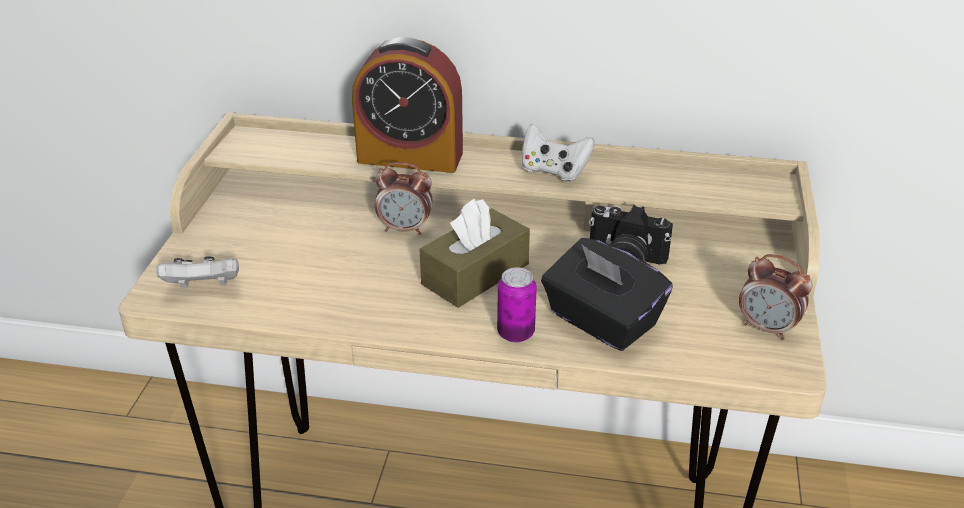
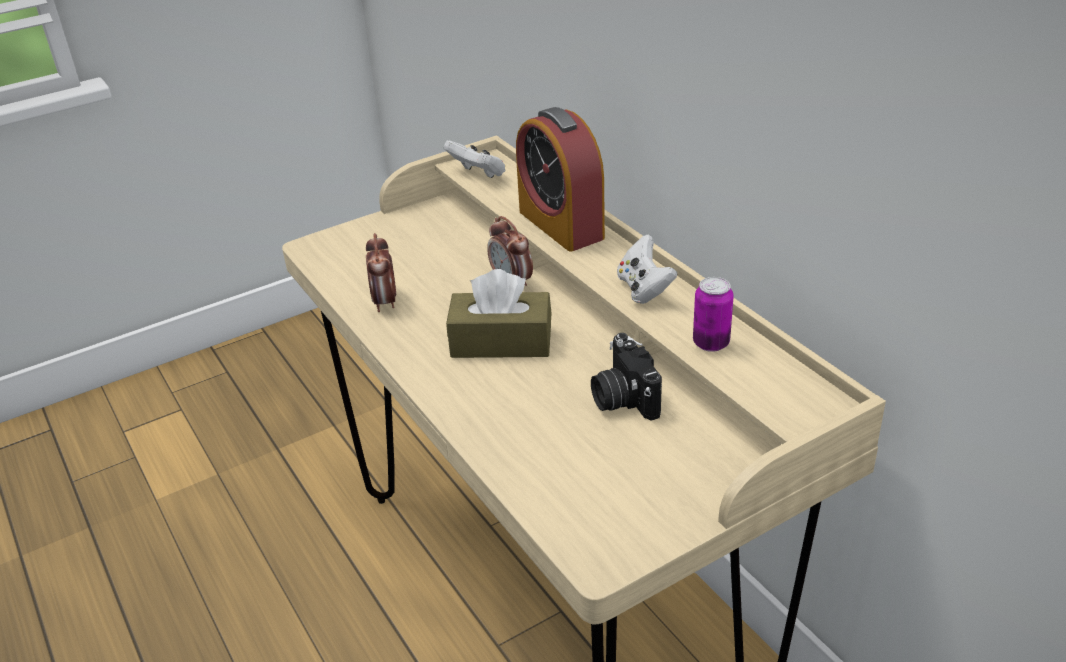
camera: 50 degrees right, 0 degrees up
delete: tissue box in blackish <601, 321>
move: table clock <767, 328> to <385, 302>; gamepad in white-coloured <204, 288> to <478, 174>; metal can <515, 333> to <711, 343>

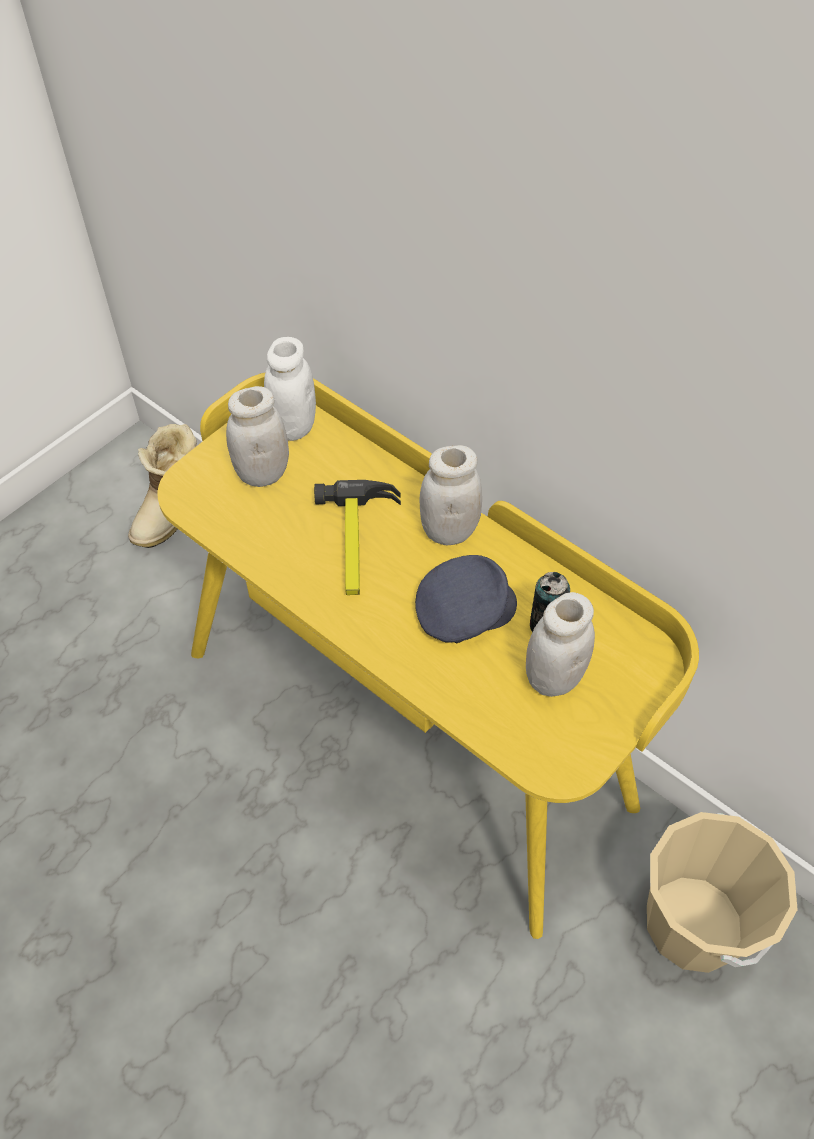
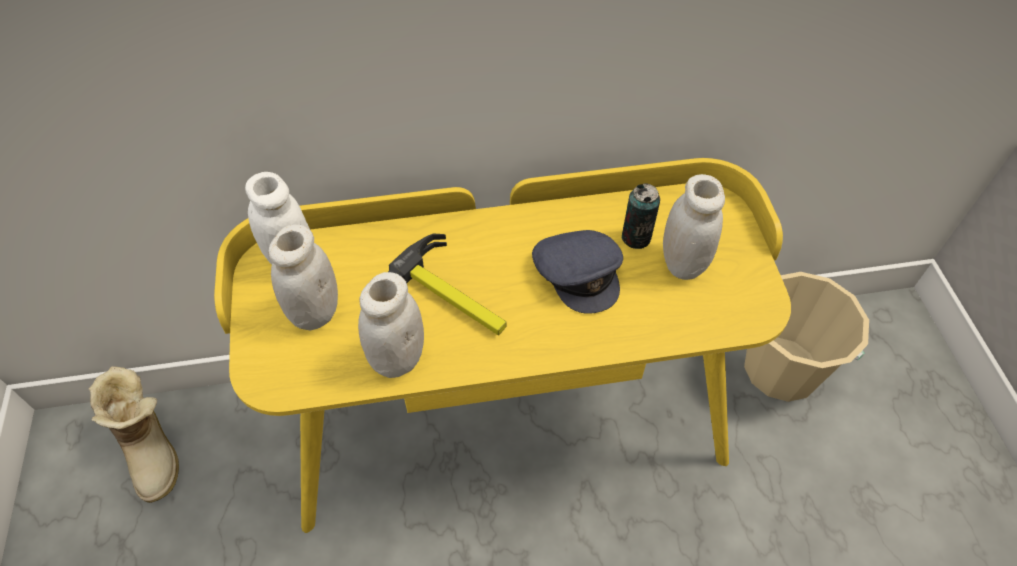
camera: 50 degrees left, 0 degrees up
move: storage jar in white-coloured <449, 531> to <397, 358>
rotate: baseball cap in gray <463, 609> = <578, 273> 135 degrees clockwise

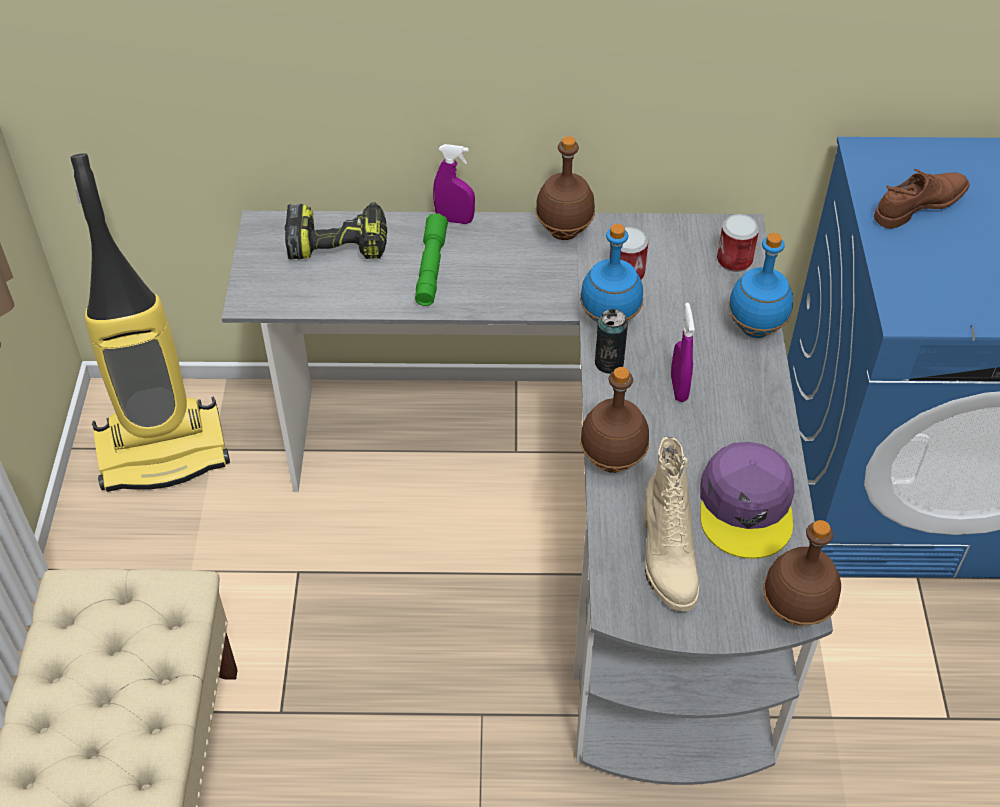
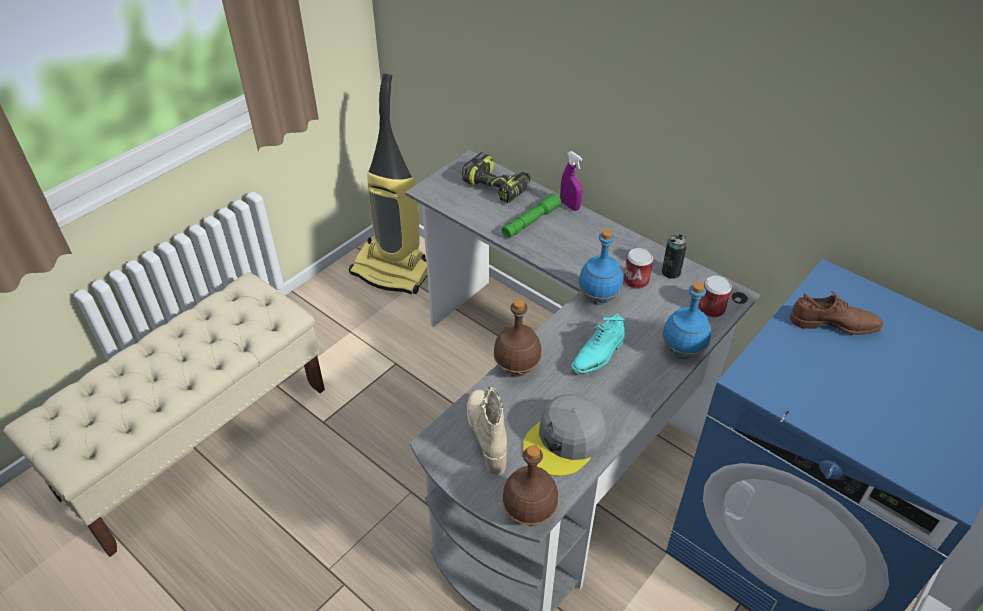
camera: 40 degrees right, 5 degrees down
delete: drink bottle in brownish <564, 231>
move: metal can <609, 363> to <671, 272>
replace: sprayer in purple <679, 388> to shoe in turquoise-coloured <598, 355>
recolor: baseball cap in purple <746, 506> to baseball cap in gray <565, 440>
rotate: tall boot in beige-coloured <666, 558> = <488, 436> 135 degrees clockwise

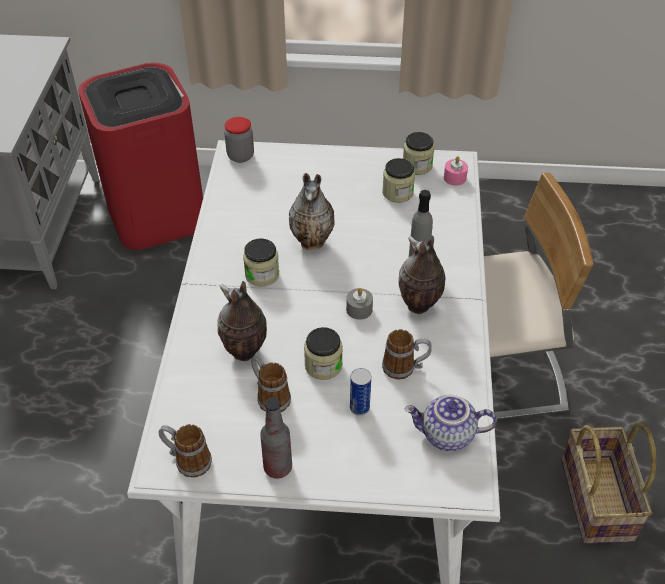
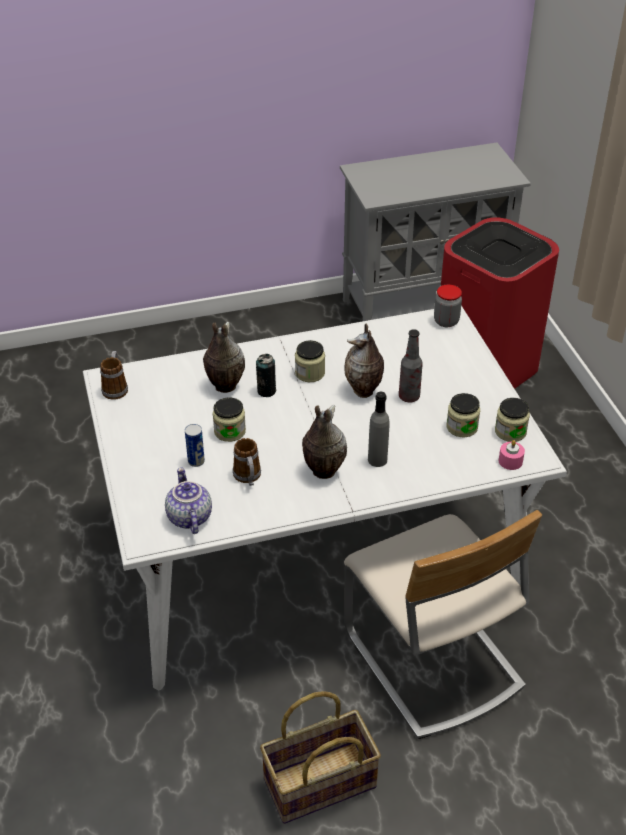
camera: 70 degrees right, 5 degrees down
delete: wax candle in gray <359, 309>; tea mug <269, 396>
insert: metal can <266, 391>
move: drink bottle <278, 467> to <409, 397>

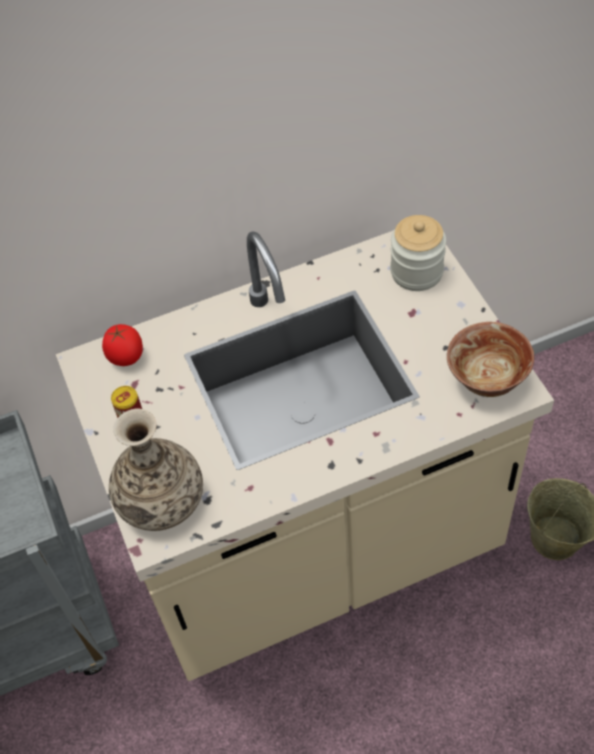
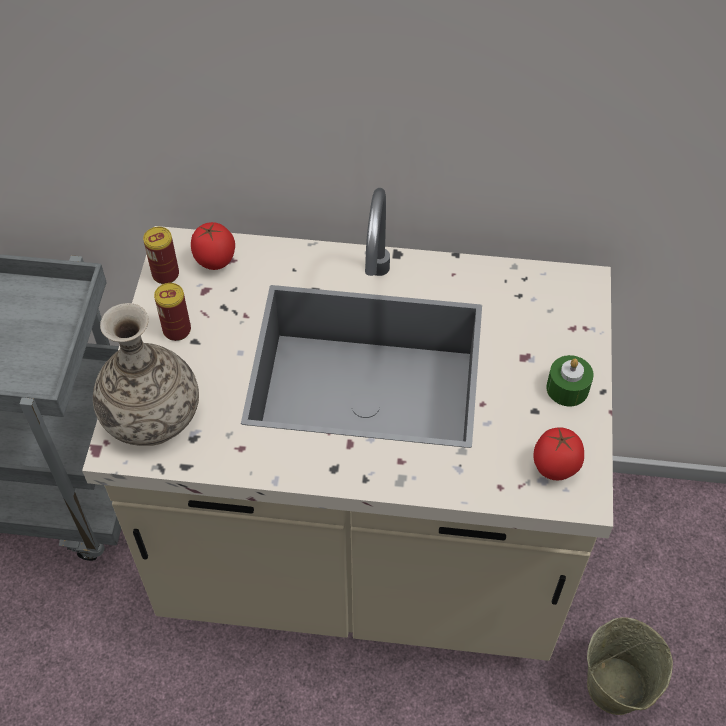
camera: 25 degrees right, 0 degrees up
delete: storage jar <416, 272>
insert: metal can <165, 274>; wax candle in greenish <567, 388>
replace: deep dish <487, 380> to whole tomato <554, 467>

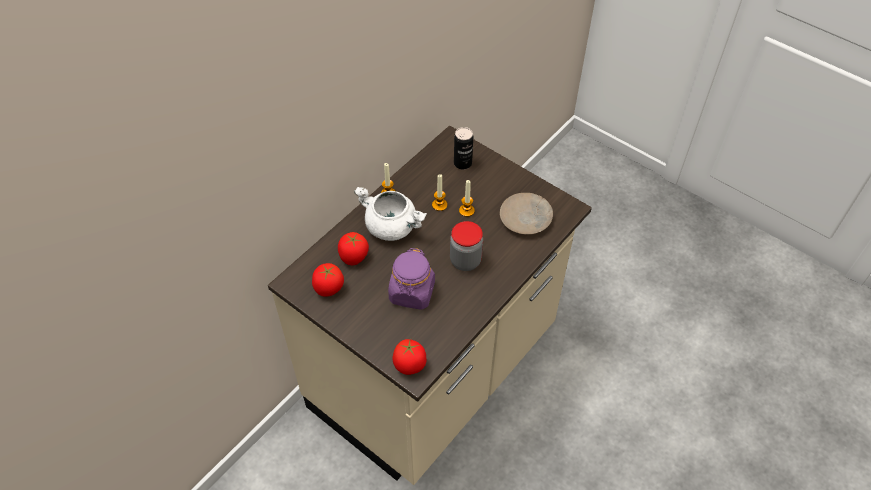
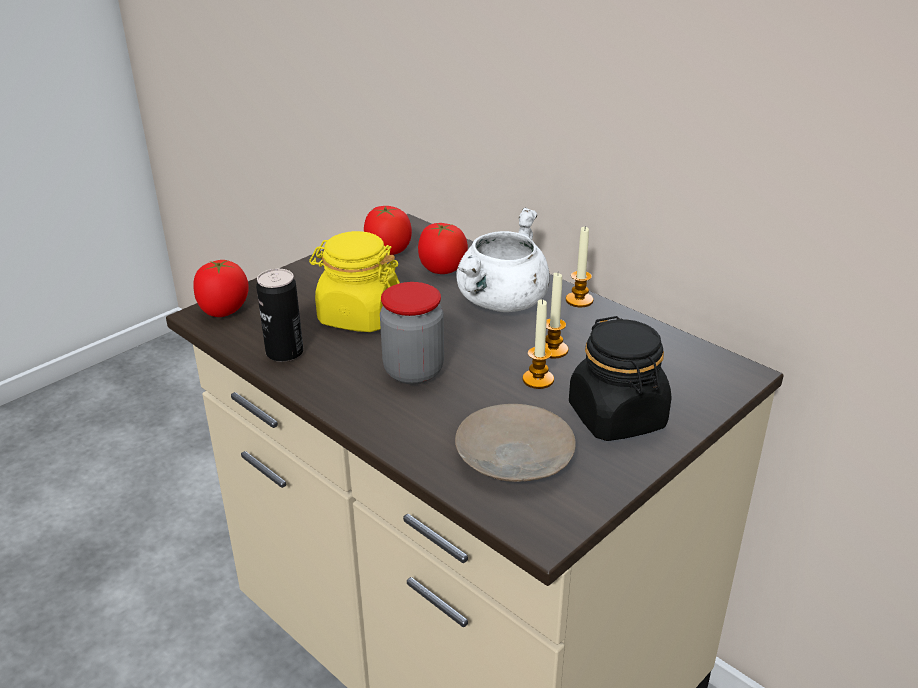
camera: 95 degrees right, 20 degrees down
insert: storage jar in blackish <617, 417>
move: metal can <462, 163> to <284, 353>
recolor: storage jar in purple <412, 293> to storage jar in yellow-coloured <358, 316>

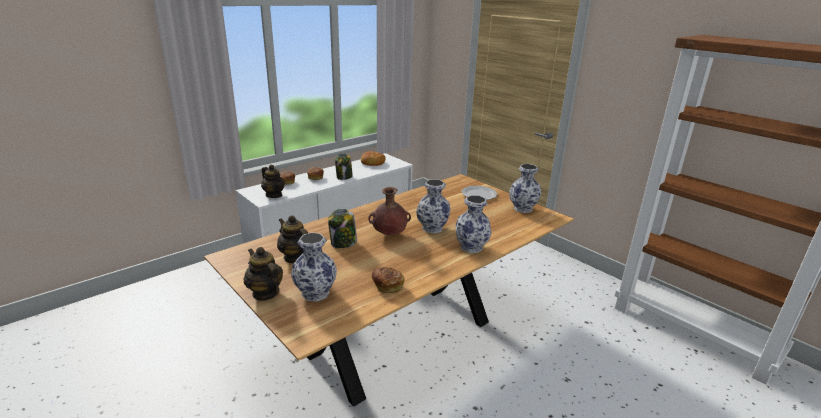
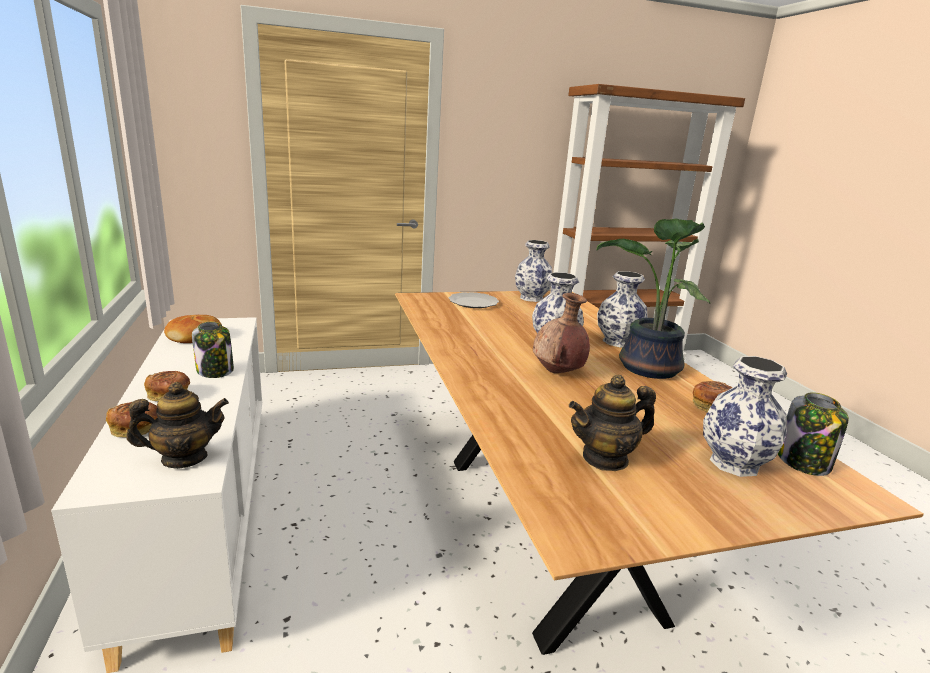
camera: 65 degrees left, 5 degrees down
delete: pot for tea <265, 293>
insert: houseplant <646, 369>
move: storage jar <343, 243> to <804, 462>

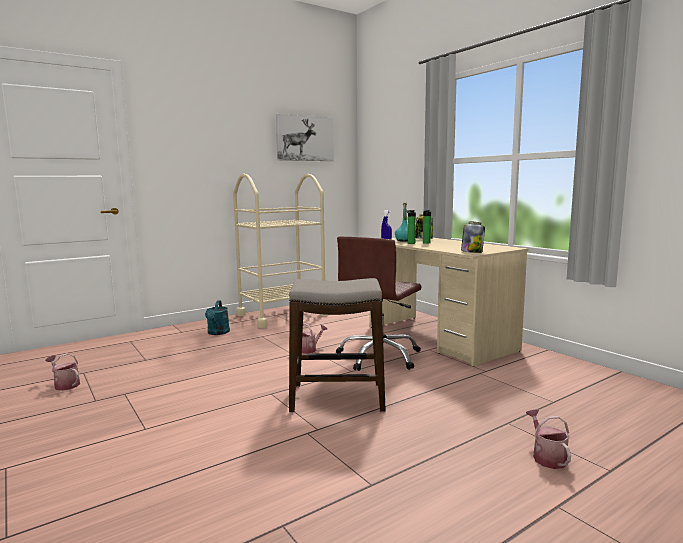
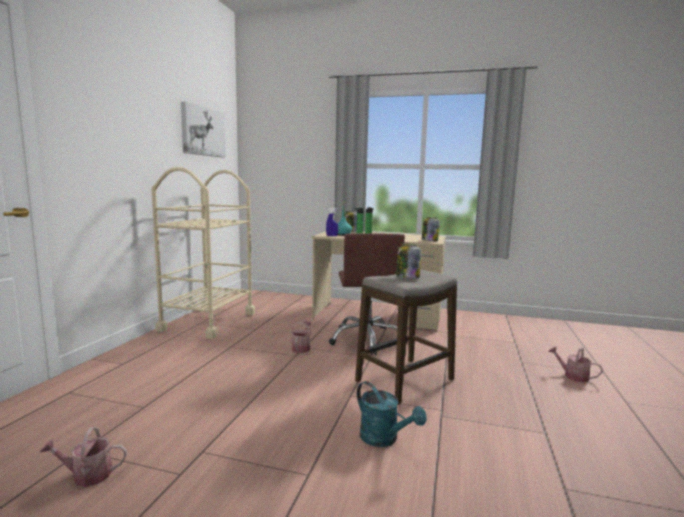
camera: 40 degrees left, 0 degrees up
insert: storage jar <407, 277>
move: watering can in turquoise-coloured <217, 333> to <384, 439>

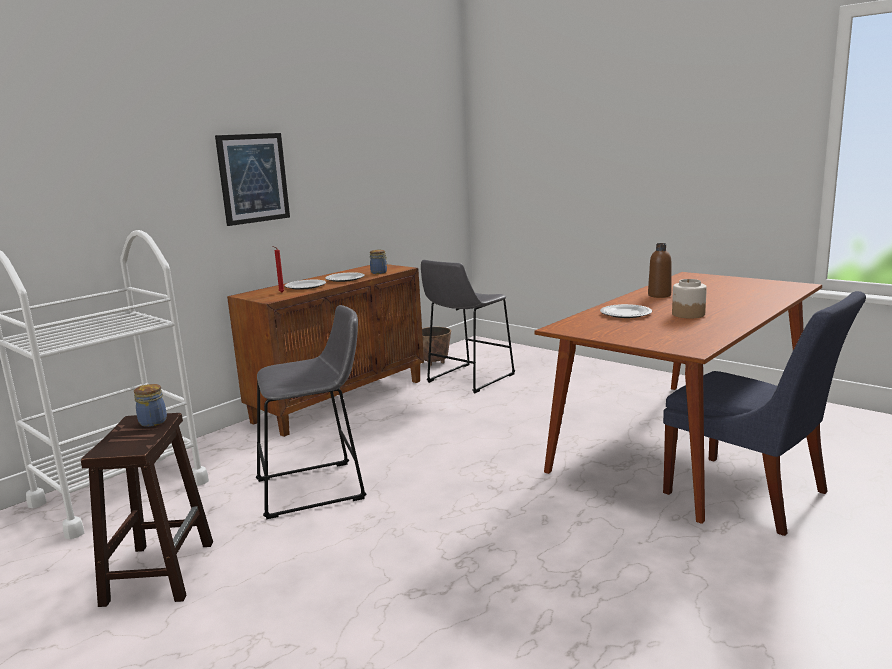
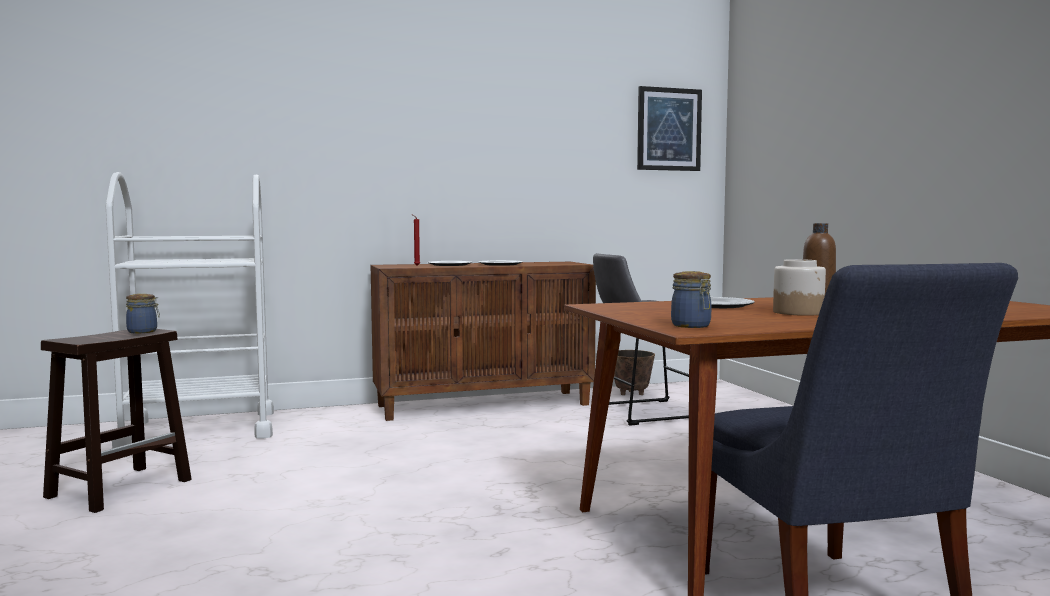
camera: 30 degrees right, 10 degrees down
delete: sitting stool in gray <317, 488>
move: wall art <253, 178> to <668, 129>; storage jar <379, 272> to <692, 326>

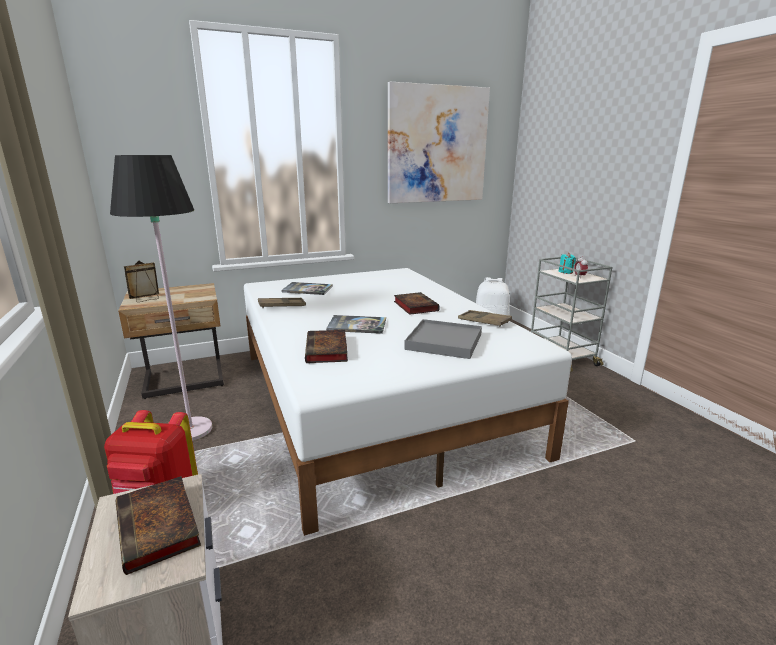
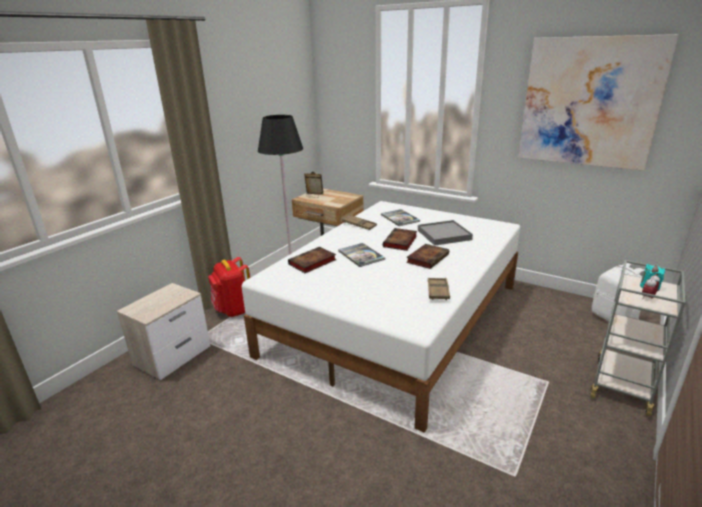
camera: 55 degrees right, 5 degrees up
move: carrying tray in gray <444, 342> to <444, 235>; volume <159, 528> to <400, 242>

